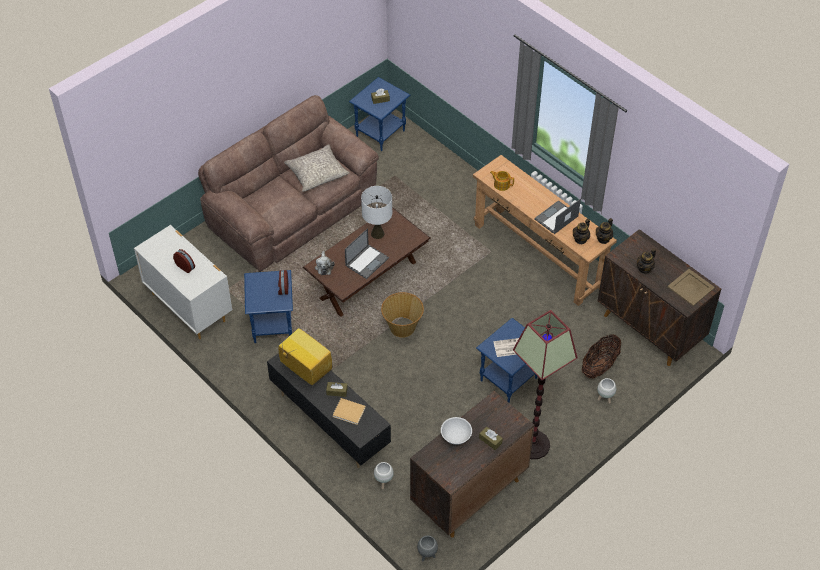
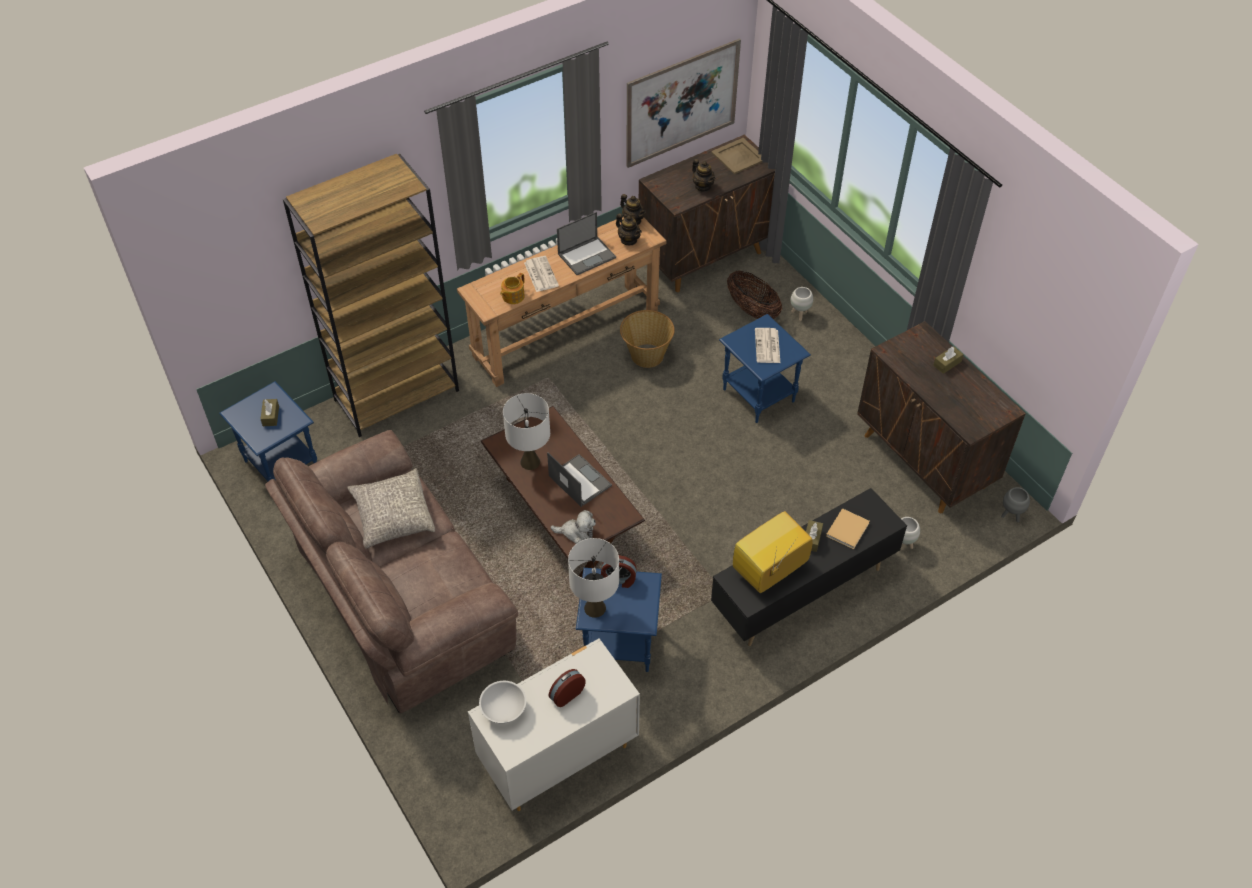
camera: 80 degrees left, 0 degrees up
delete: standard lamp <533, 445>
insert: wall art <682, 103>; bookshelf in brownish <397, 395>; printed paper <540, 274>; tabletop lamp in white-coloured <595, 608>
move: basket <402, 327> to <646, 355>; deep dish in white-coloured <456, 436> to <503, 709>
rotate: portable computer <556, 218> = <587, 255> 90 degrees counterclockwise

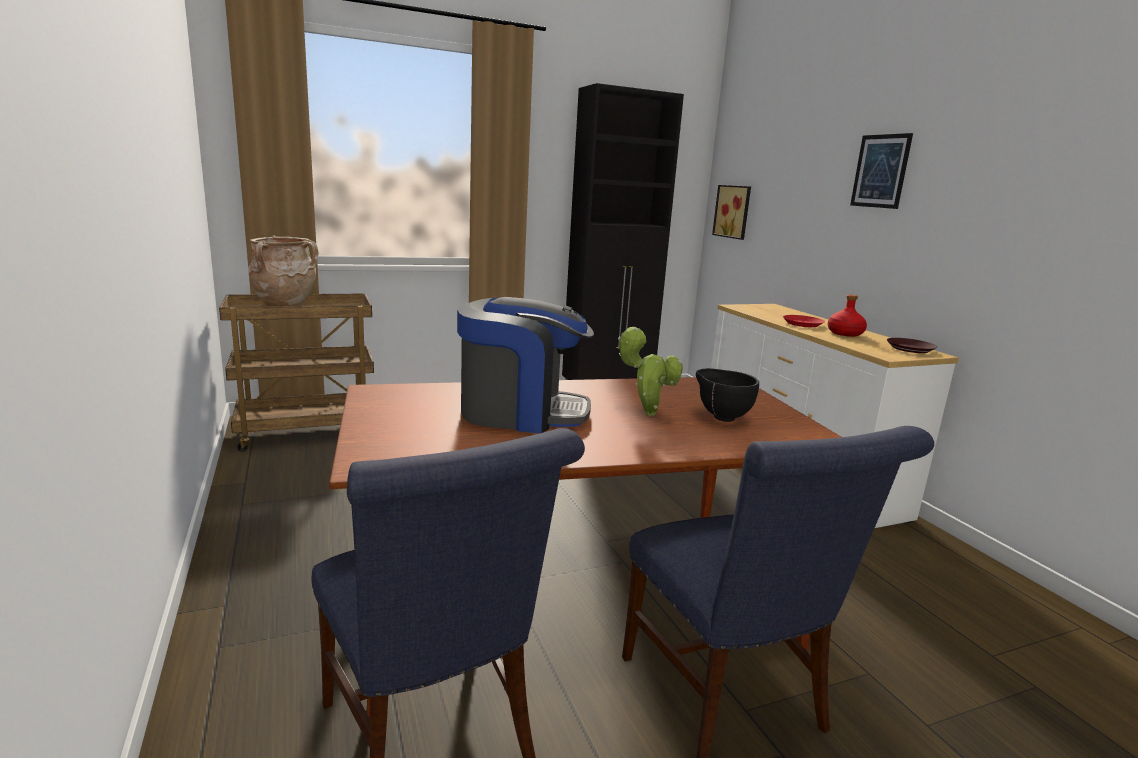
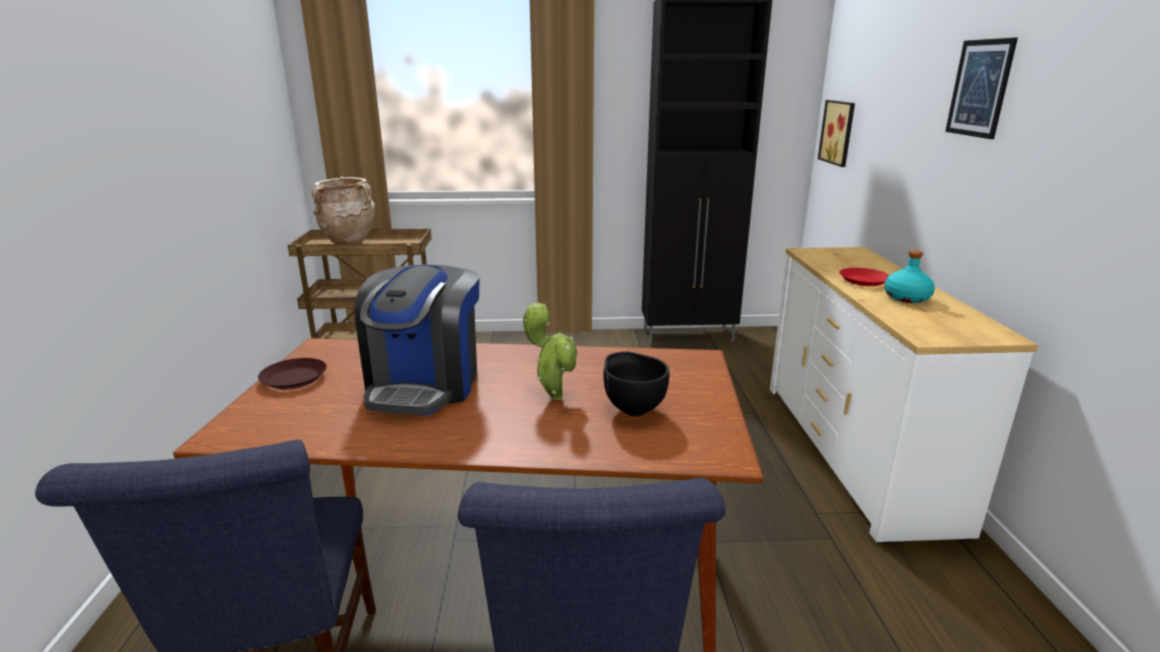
camera: 20 degrees right, 5 degrees up
move: flat dish in brownish <909, 349> to <293, 379>
recolor: drink bottle in red-coloured <844, 333> to drink bottle in turquoise-coloured <906, 298>
rotate: coffee brewer <521, 412> = <425, 385> 75 degrees clockwise

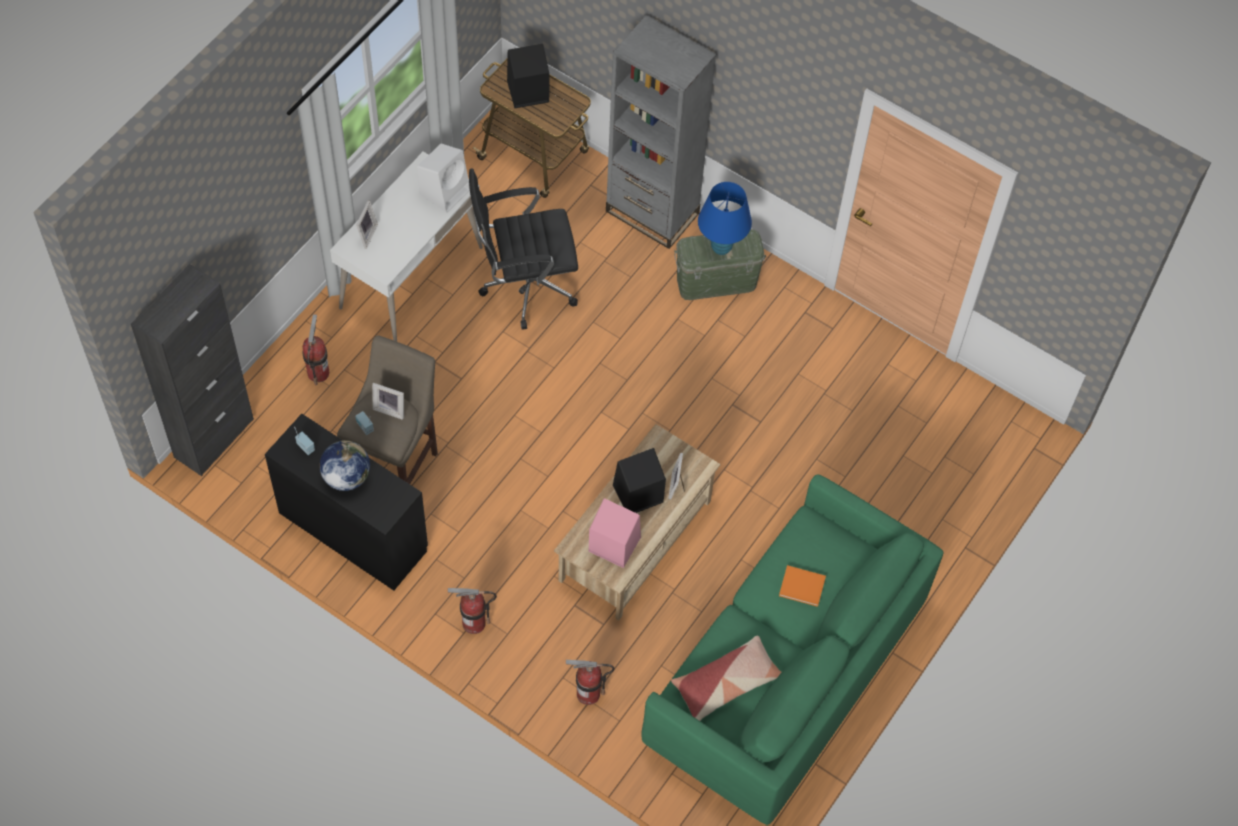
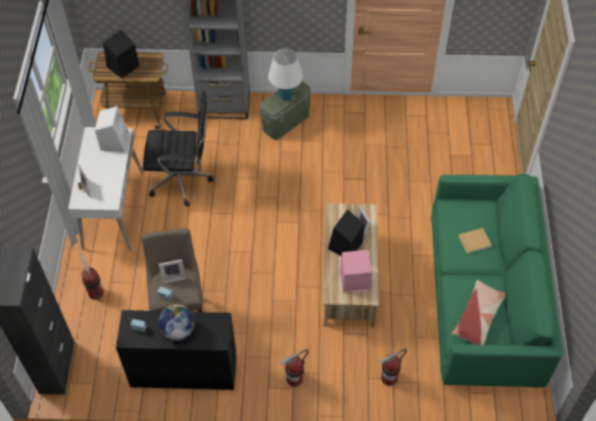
camera: 30 degrees left, 5 degrees down
recolor: tabletop lamp in blue <721, 247> to tabletop lamp in white-coloured <286, 96>; volume in orange <803, 587> to volume in beige-coloured <475, 241>
rotate: office chair in blackish <524, 287> = <183, 180> 135 degrees counterclockwise

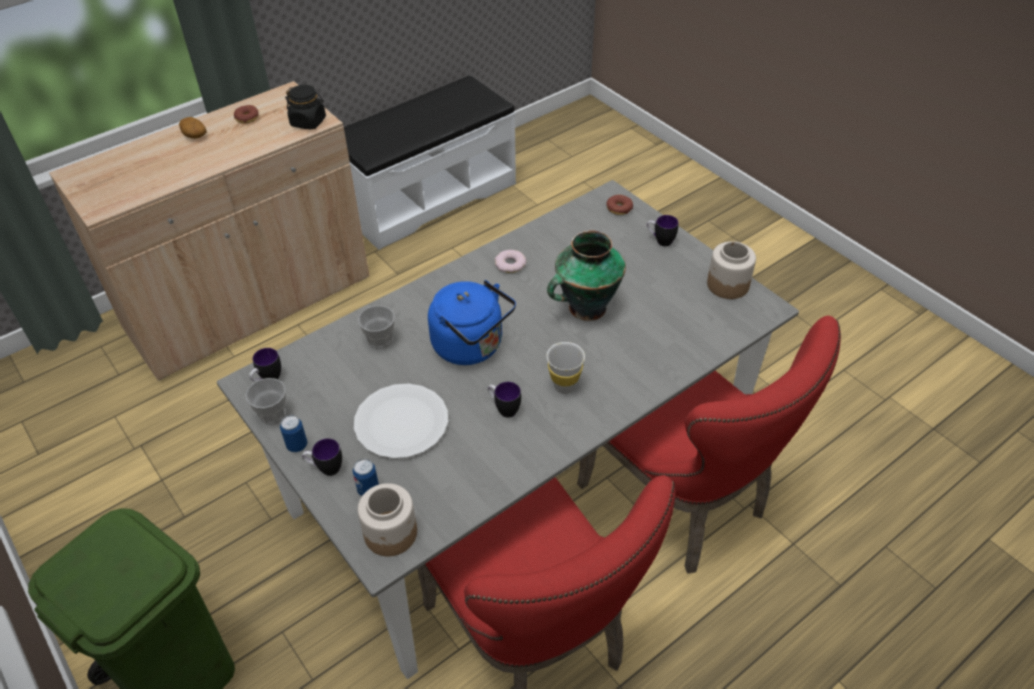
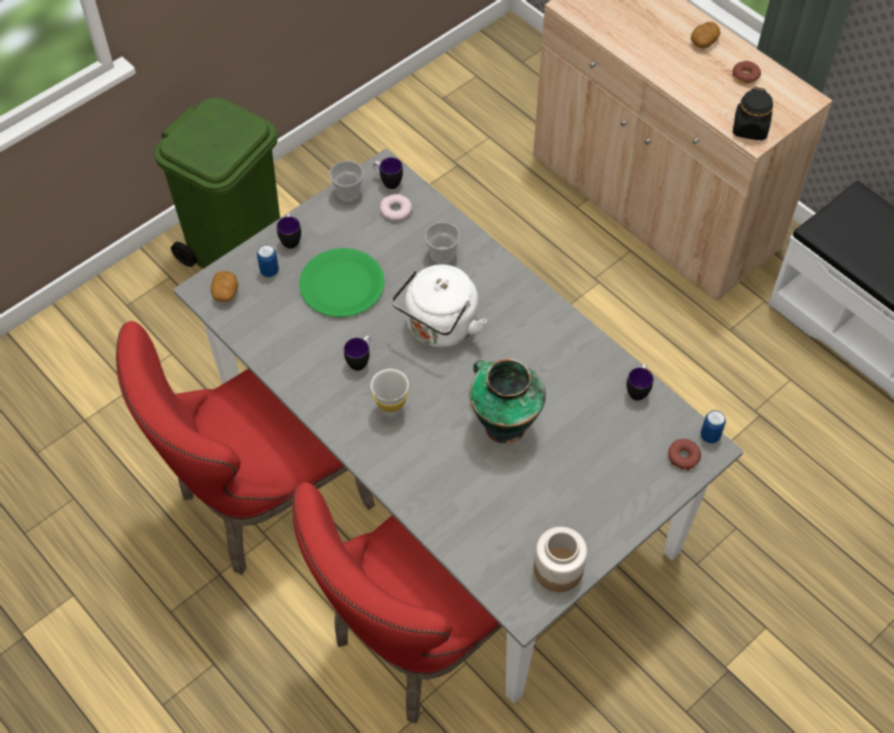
camera: 85 degrees right, 10 degrees up
move: tea mug <660, 241> to <638, 390>; doughnut <510, 264> to <395, 210>; metal can <297, 445> to <710, 436>
replace: storage jar <391, 534> to spud <225, 293>
recolor: tea kettle in blue <472, 346> to tea kettle in white-coloured <439, 328>; flat dish in white-coloured <401, 422> to flat dish in greenish <342, 284>

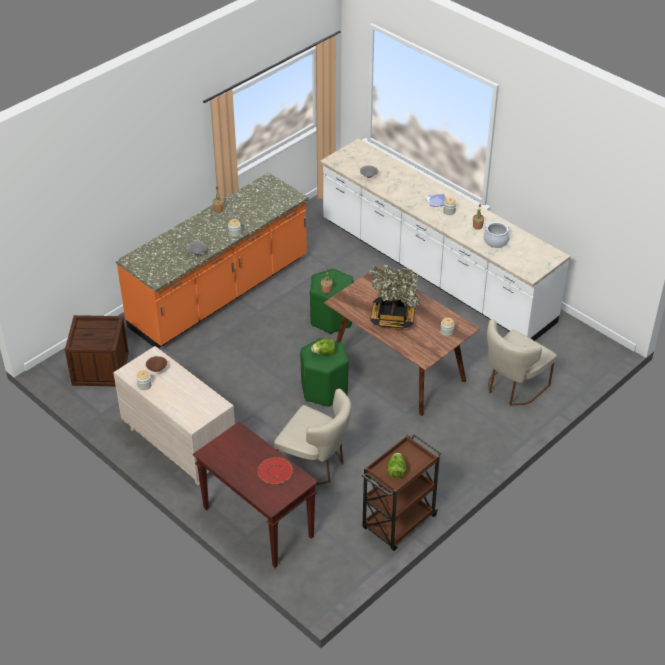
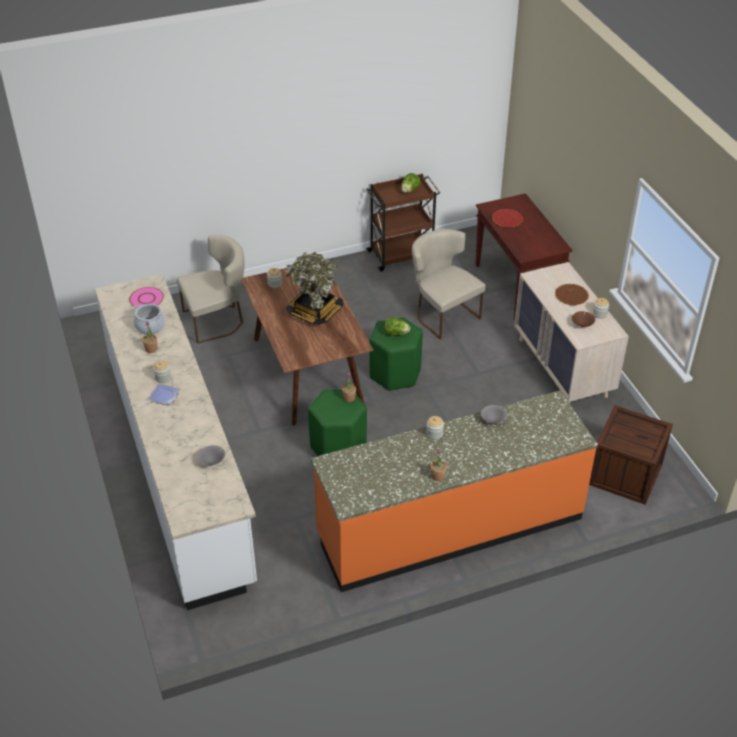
camera: 155 degrees left, 0 degrees up
insert: flat dish in brownish <571, 295>; flat dish in pink <146, 298>

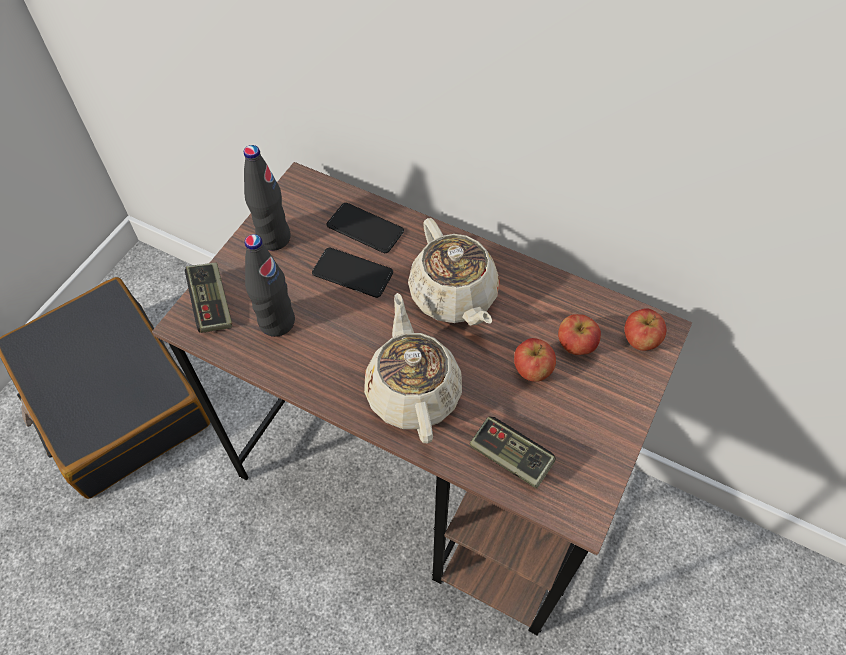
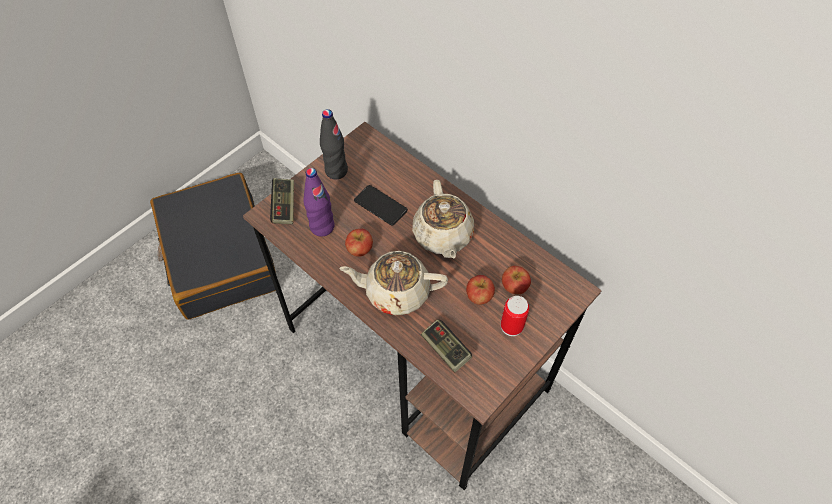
camera: 15 degrees right, 0 degrees up
delete: phone <365, 229>
insert: metal can <511, 326>
move: apple <639, 340> to <359, 250>
recolor: drink bottle in blackish <277, 322> to drink bottle in purple <322, 227>
rotate: pot for tea in beige-coloured <413, 391> = <396, 291> 90 degrees counterclockwise

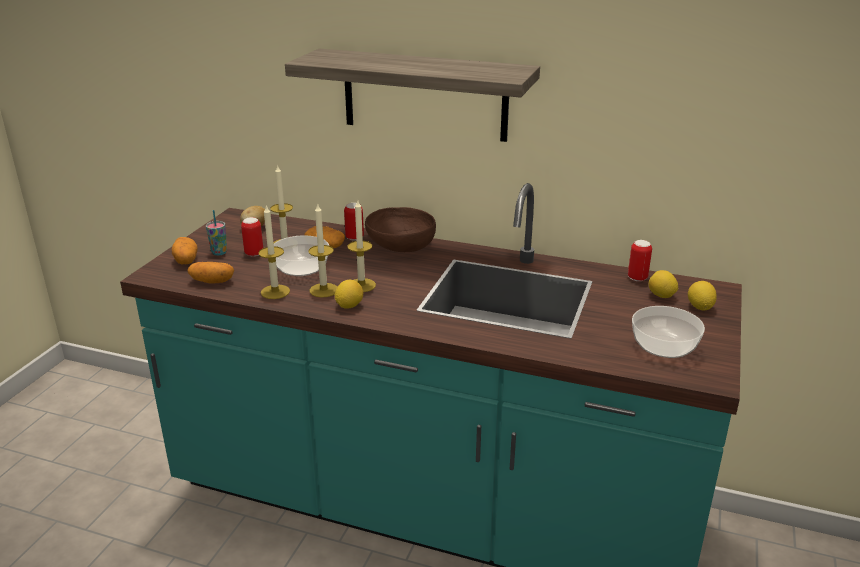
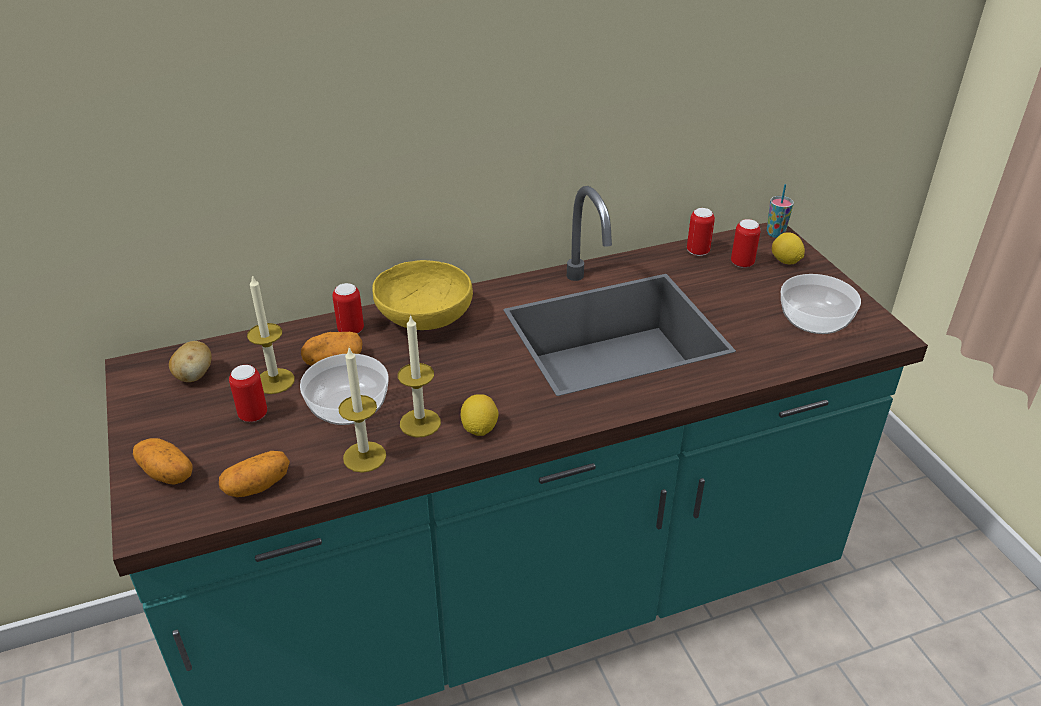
camera: 40 degrees left, 10 degrees up
delete: shelf <424, 95>; wax candle <361, 285>
move: drinking cup <219, 252> to <775, 234>
replace: lemon <661, 296> to metal can <742, 263>
recolor: deep dish in brownish <400, 247> to deep dish in yellow-coloured <423, 319>

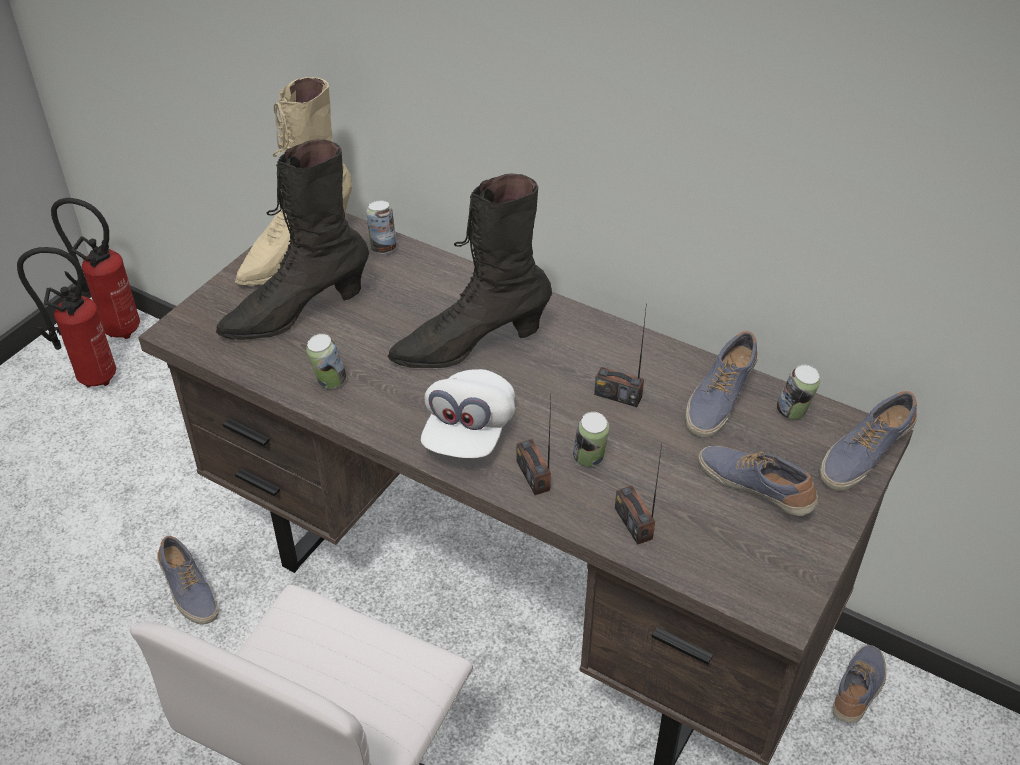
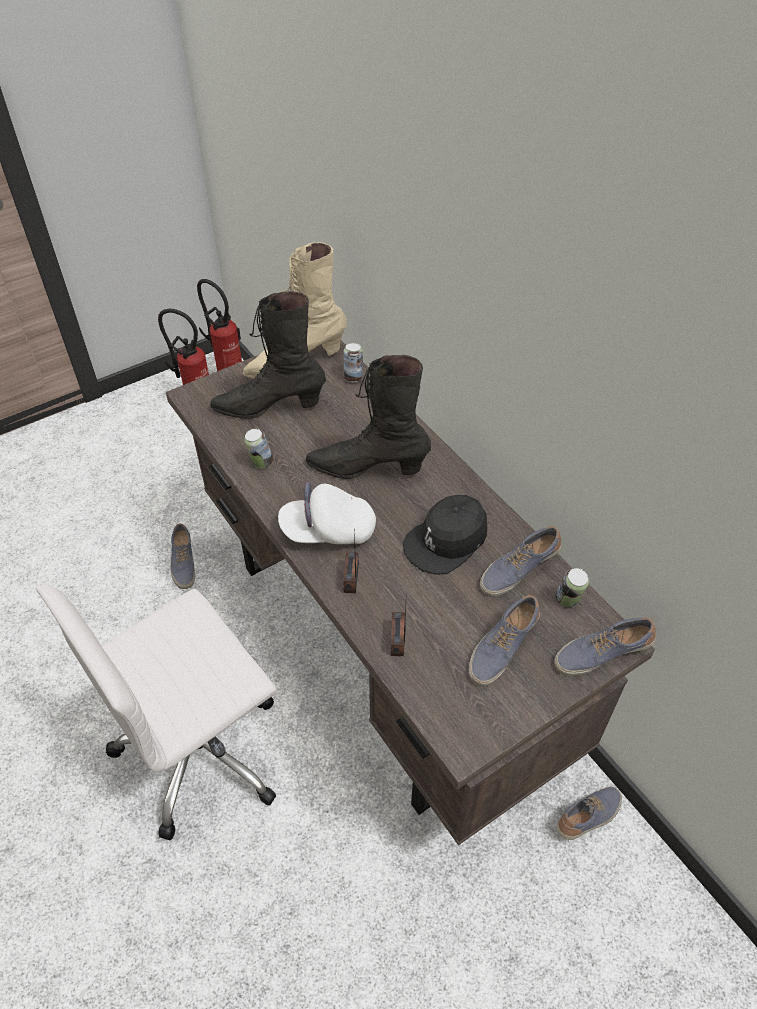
camera: 25 degrees right, 5 degrees up
delete: metal can <589, 460>
replace: radio receiver <618, 395> to baseball cap in blackish <446, 541>
rotate: baseball cap in white-coloured <468, 432> = <328, 530> 45 degrees clockwise; shoe <755, 488> = <501, 647> 120 degrees counterclockwise

